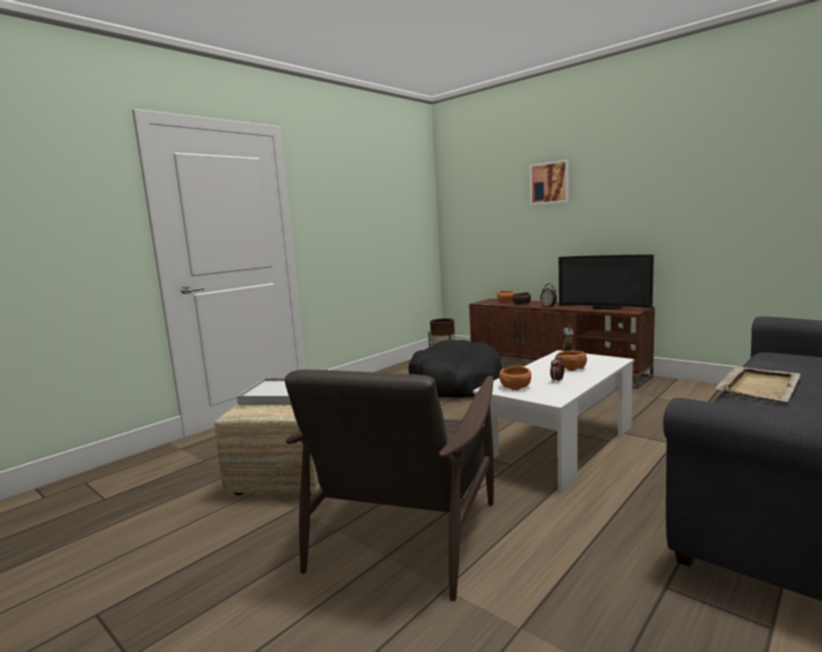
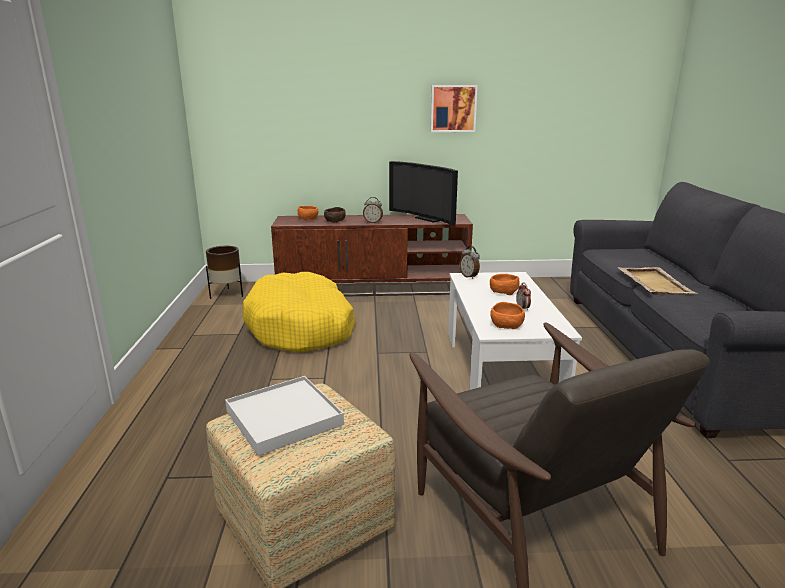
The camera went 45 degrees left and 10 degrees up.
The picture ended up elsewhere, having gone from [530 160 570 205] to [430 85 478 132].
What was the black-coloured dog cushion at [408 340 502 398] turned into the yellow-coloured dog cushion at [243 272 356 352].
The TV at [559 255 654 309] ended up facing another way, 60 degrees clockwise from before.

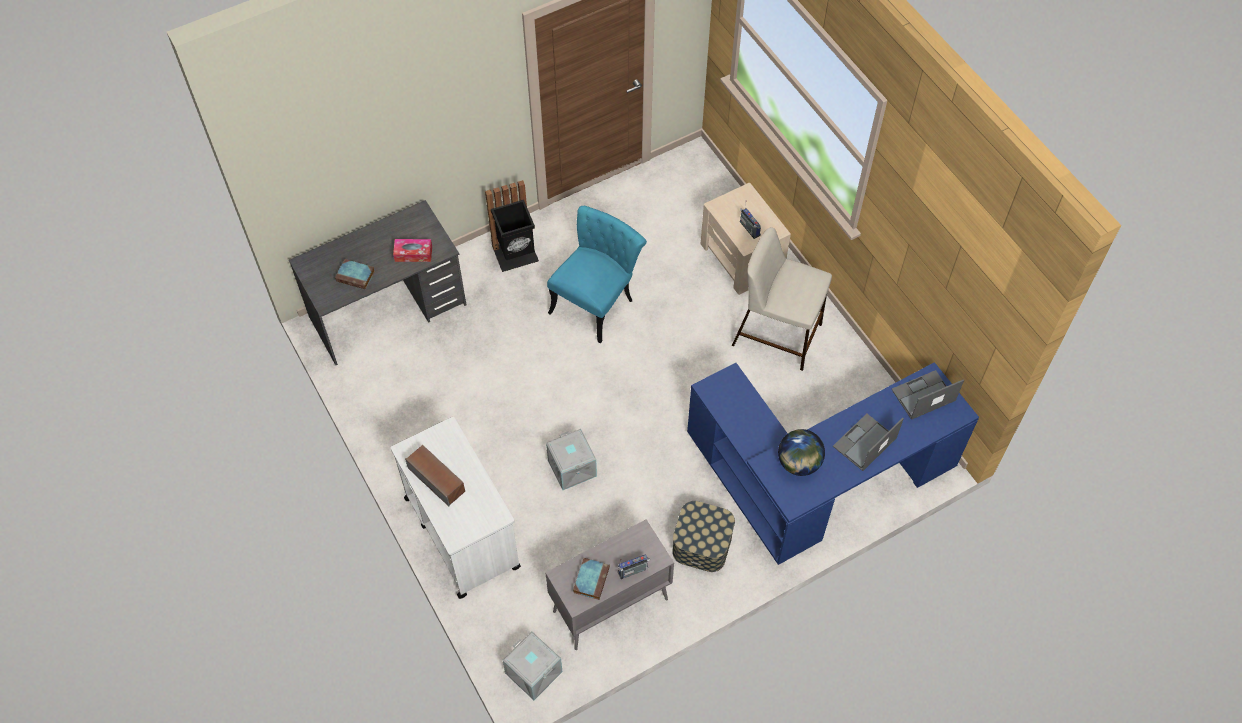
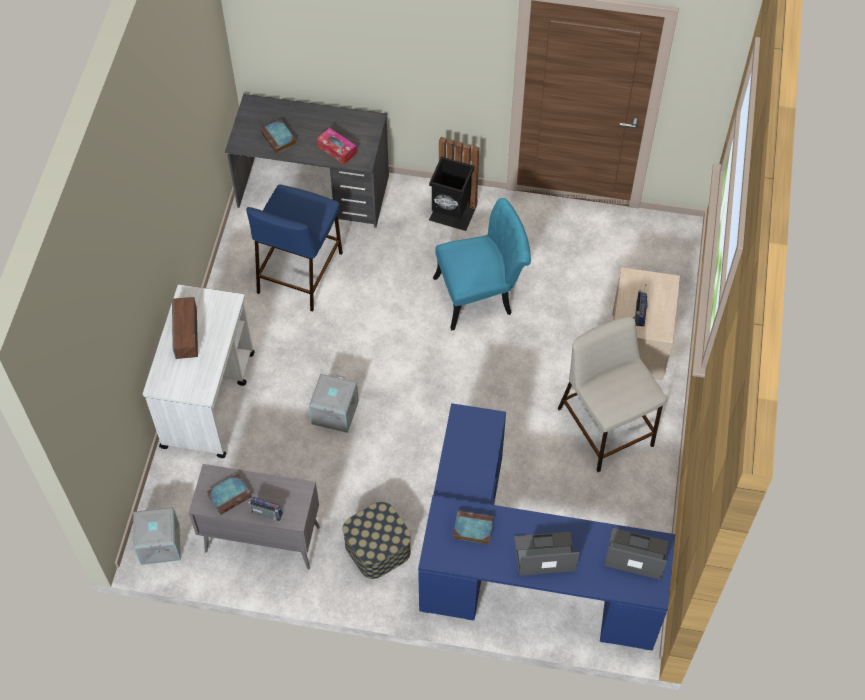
The camera went 40 degrees right and 0 degrees up.
The second view gained the blue stool seat at [246 185 343 312].
Where the globe stood at [778 429 825 476], the bound book came to stand at [453 510 494 544].

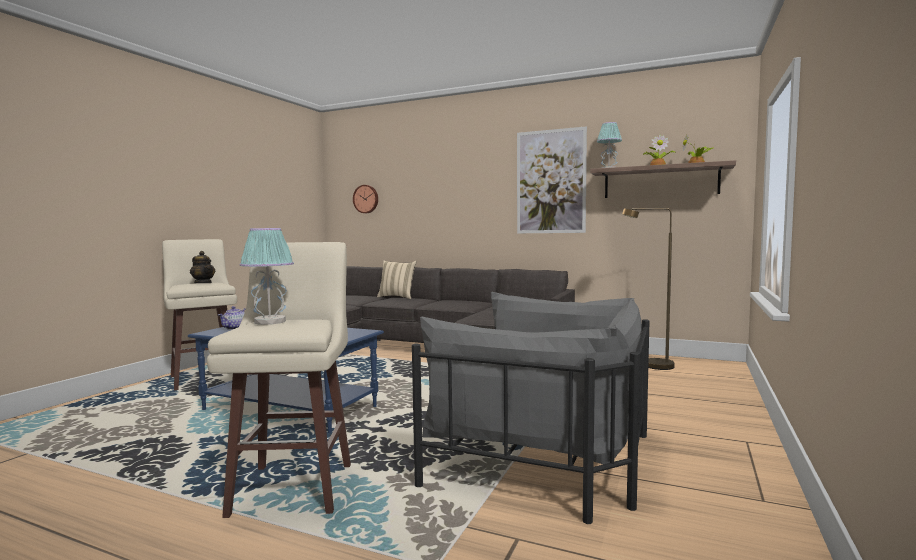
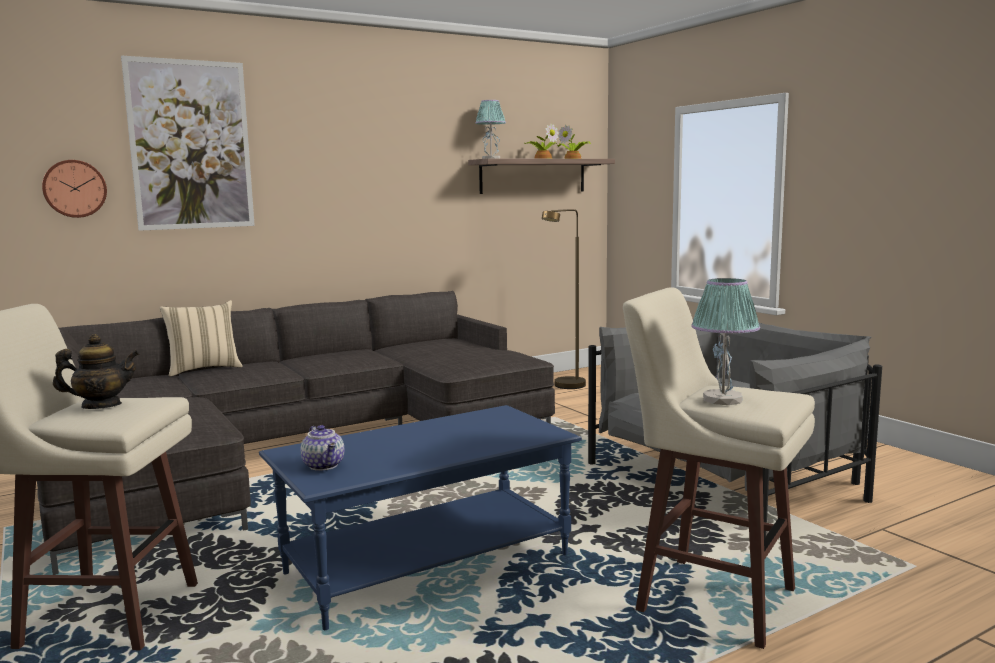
The camera went 55 degrees left and 5 degrees up.
The picture ended up elsewhere, having gone from [517 126 587 233] to [121 56 255 231].

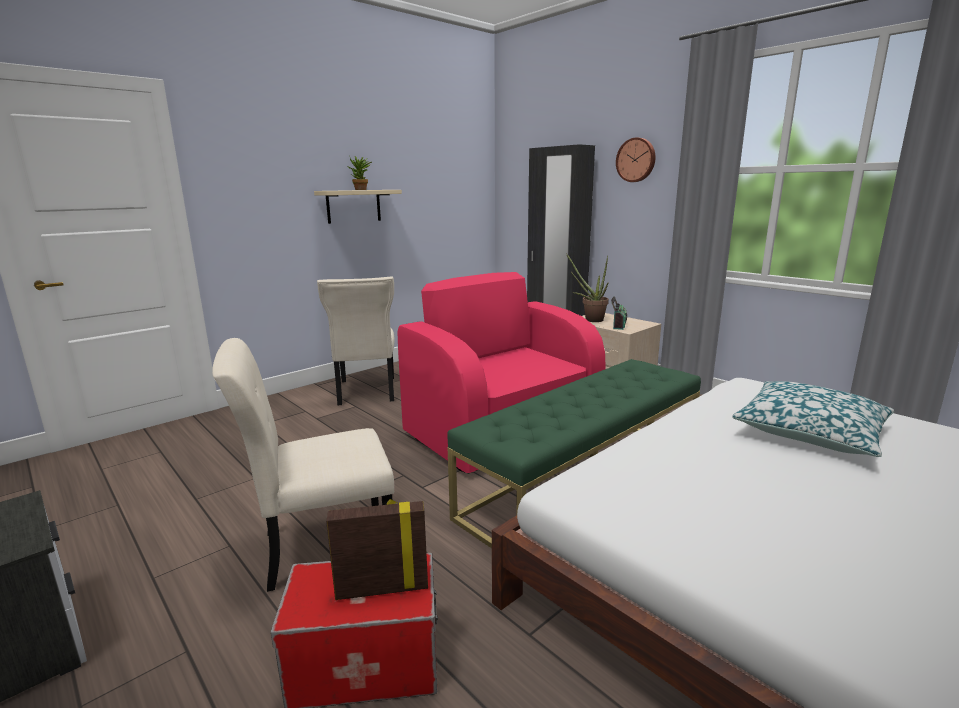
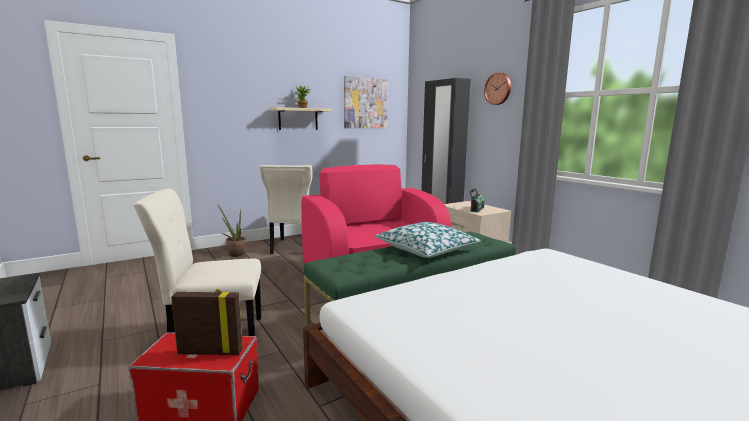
The camera went 10 degrees right and 5 degrees down.
The second view gained the picture at [344 76 388 128].
The potted plant ended up elsewhere, having gone from [566 253 609 322] to [218 205 246 257].
The throw pillow ended up elsewhere, having gone from [732 381 894 457] to [375 222 481 258].

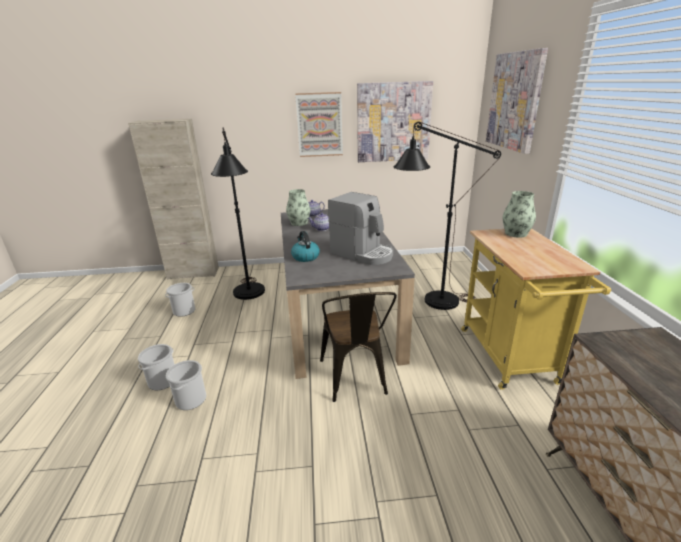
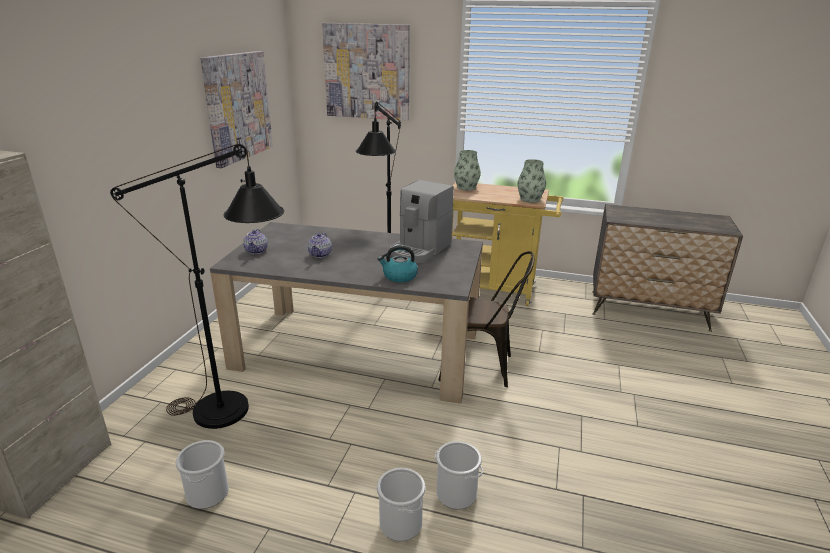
The camera went 70 degrees left and 0 degrees up.
The second view lost the picture at [295 92 343 157].
The flower vase ended up elsewhere, having gone from [286 189 310 226] to [517 159 546 202].
The coffee brewer at [328 192 393 265] ended up facing another way, 150 degrees clockwise from before.

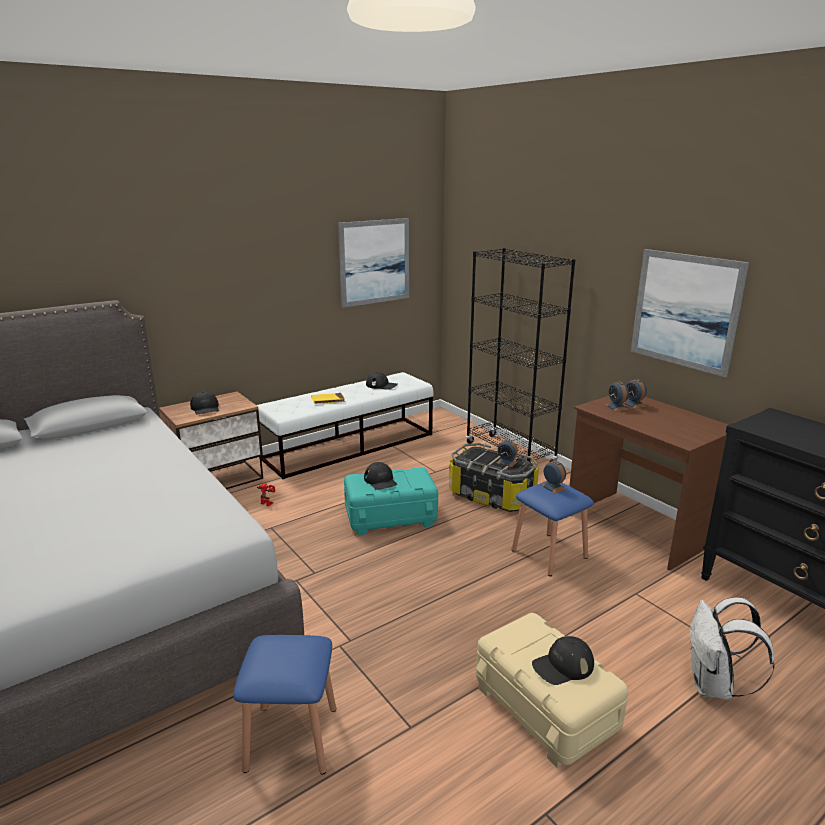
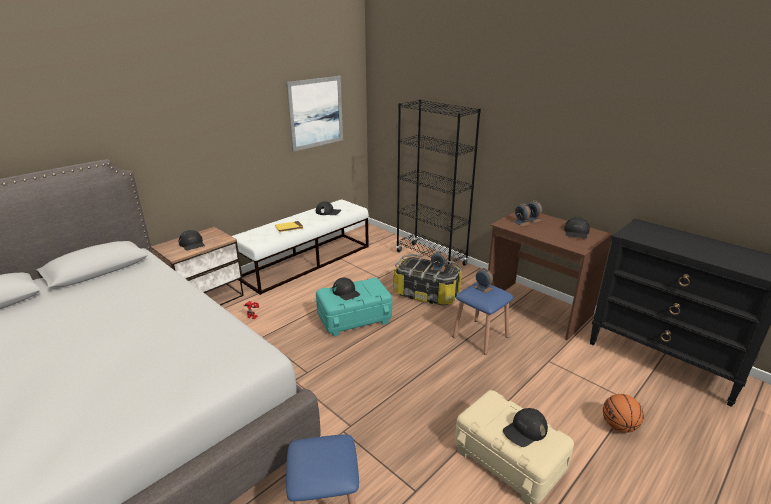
The camera went 10 degrees left and 5 degrees up.
The second view lost the picture at [631 249 749 377].
The second view gained the black-coloured peaked cap at [564 217 590 239].
Where the whitish backpack stood at [690 597 775 700], the basketball came to stand at [603 394 644 433].

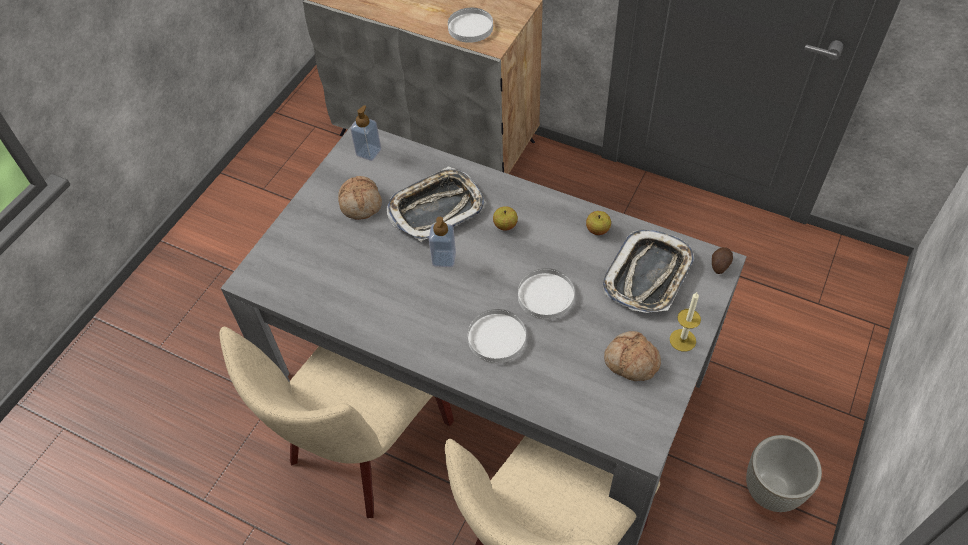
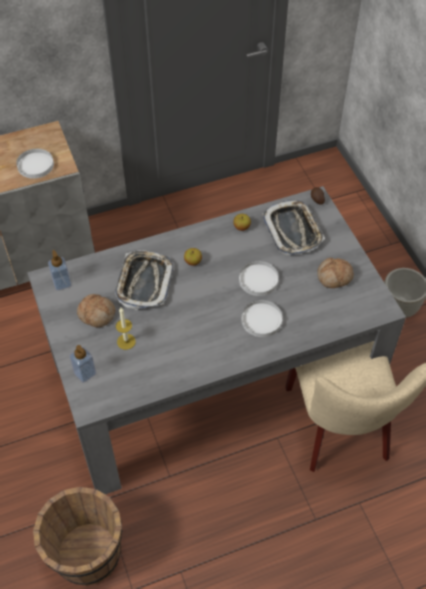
The camera went 50 degrees left and 0 degrees up.
The second view lost the beige-coloured chair at [219 327 454 518].
The second view gained the brownish bucket at [33 487 123 586].
The liquid soap bottle ended up elsewhere, having gone from [429 217 456 267] to [70 345 96 383].
The wax light ended up elsewhere, having gone from [670 292 701 352] to [116 308 136 350].

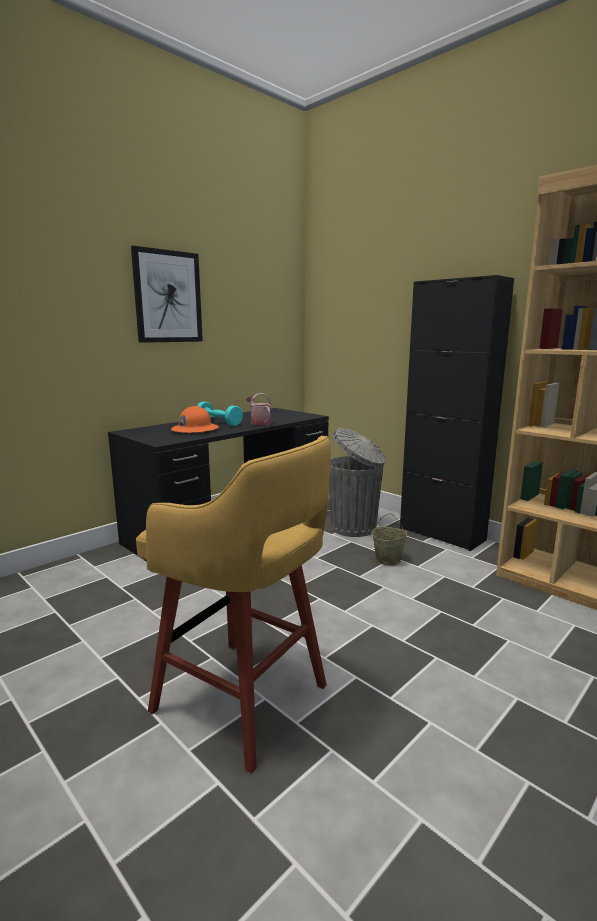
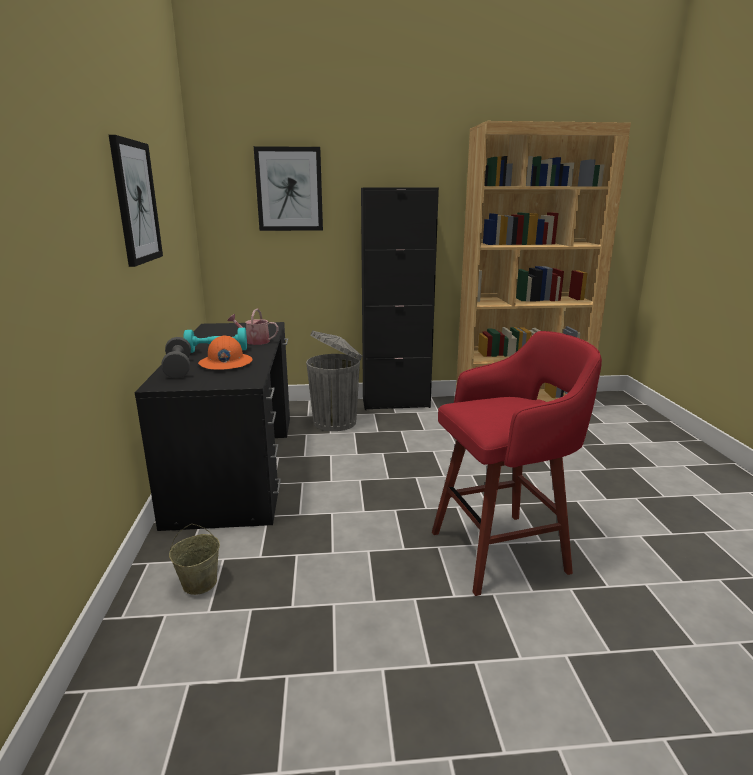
The camera went 50 degrees left and 5 degrees up.
The second view gained the gray hand weight at [161 337 191 379].
The second view gained the picture at [254 146 323 231].
The beige-coloured bucket ended up elsewhere, having gone from [372 513 407 566] to [169 524 220 595].
What was the yellow-coloured stool seat at [136 436 331 773] turned into the red stool seat at [432 331 602 596].

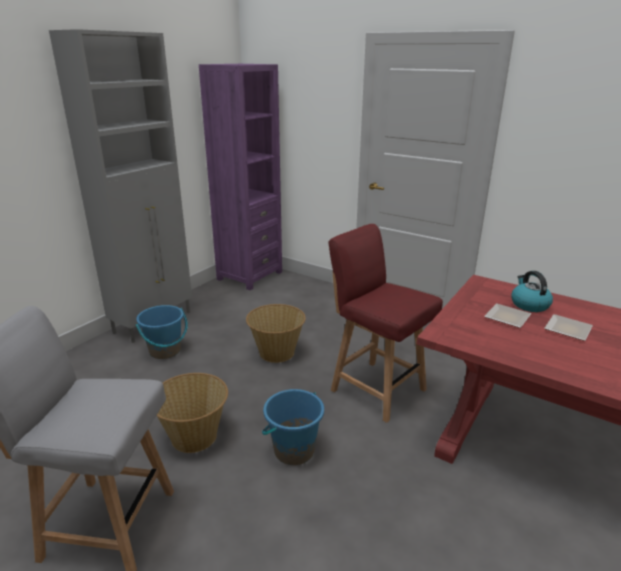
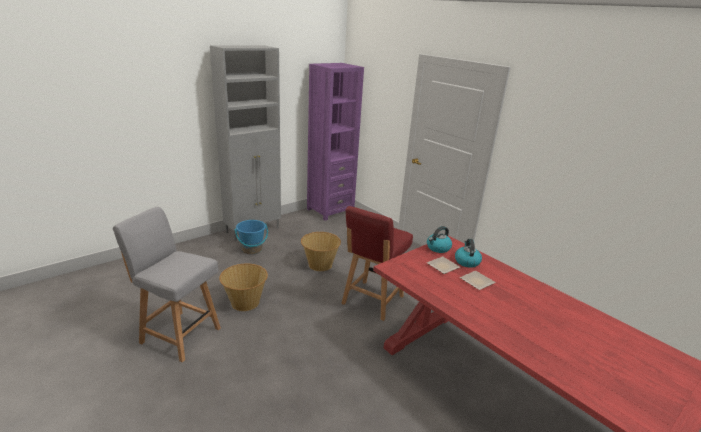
The camera went 15 degrees right and 0 degrees up.
The second view lost the blue bucket at [262 389 324 465].
The second view gained the tea kettle at [427 226 452 253].
The red chair at [328 224 443 423] ended up facing another way, 120 degrees counterclockwise from before.

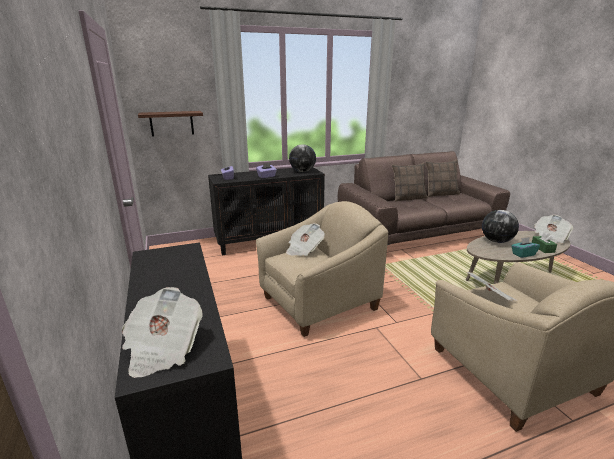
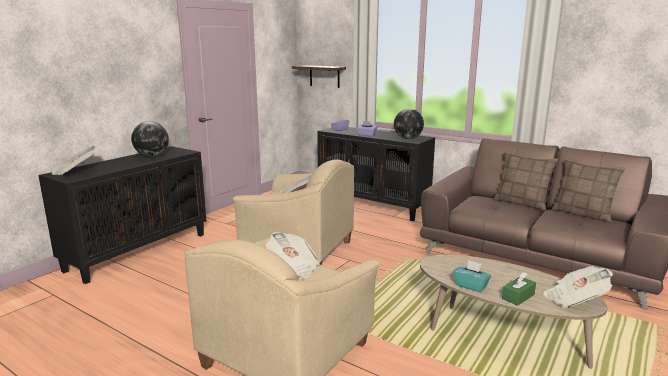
The camera went 55 degrees right and 5 degrees down.
The globe ended up elsewhere, having gone from [482 210 519 243] to [131 121 169 157].

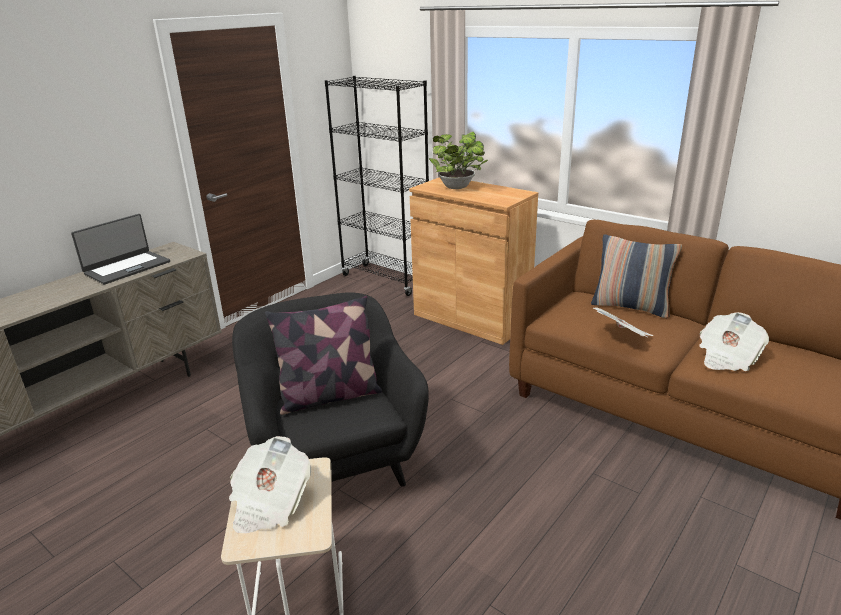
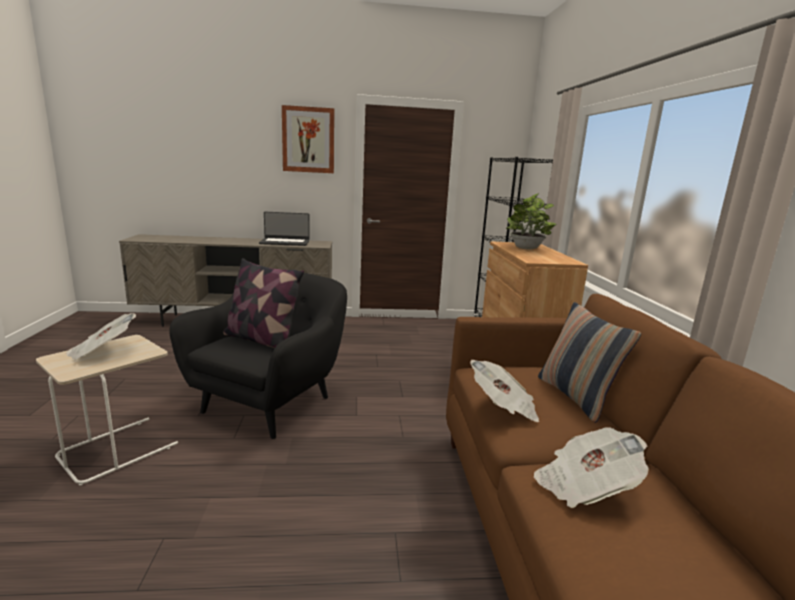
The camera went 45 degrees right and 10 degrees down.
The second view gained the picture at [282 105 334 173].

